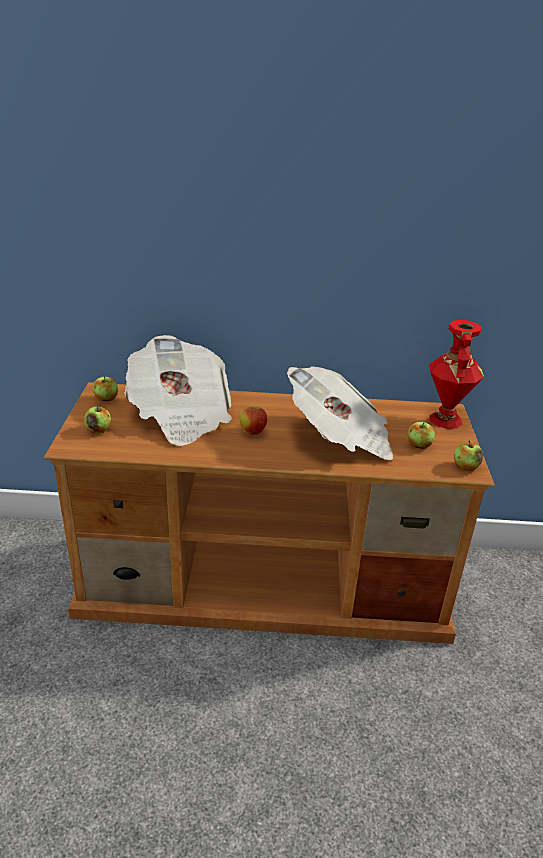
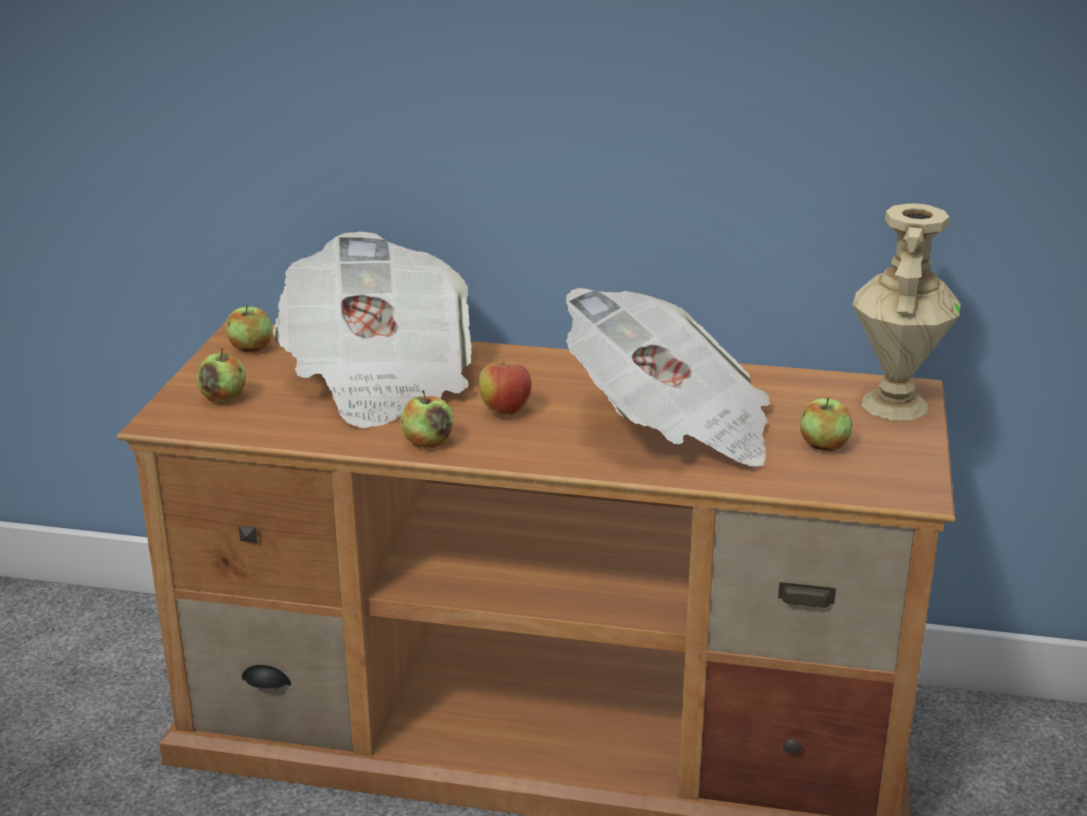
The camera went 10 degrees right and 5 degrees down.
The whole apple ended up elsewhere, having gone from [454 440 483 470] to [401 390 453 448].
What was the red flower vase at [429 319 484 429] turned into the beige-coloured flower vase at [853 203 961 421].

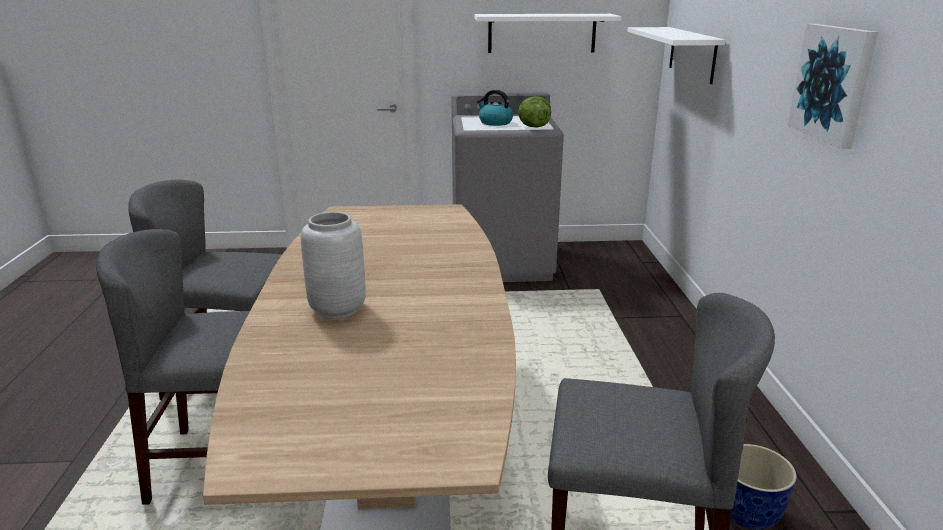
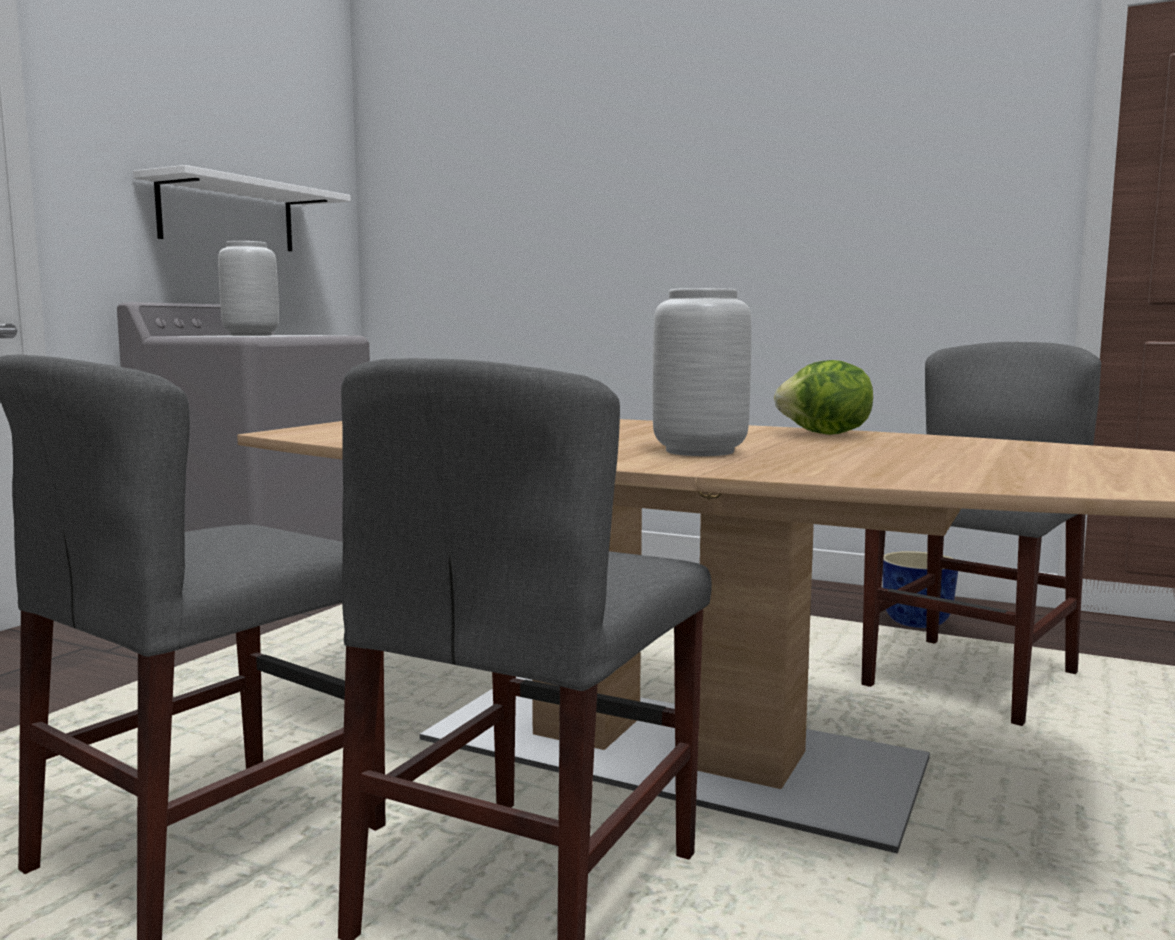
The camera went 60 degrees left and 15 degrees down.
The second view lost the whitish wall shelf at [627 27 725 84].
The second view lost the picture at [787 24 878 149].
The lettuce head ended up elsewhere, having gone from [518 96 551 127] to [774 360 873 435].
Where the tea kettle stood at [477 90 513 126], the gray flower vase came to stand at [218 241 279 336].

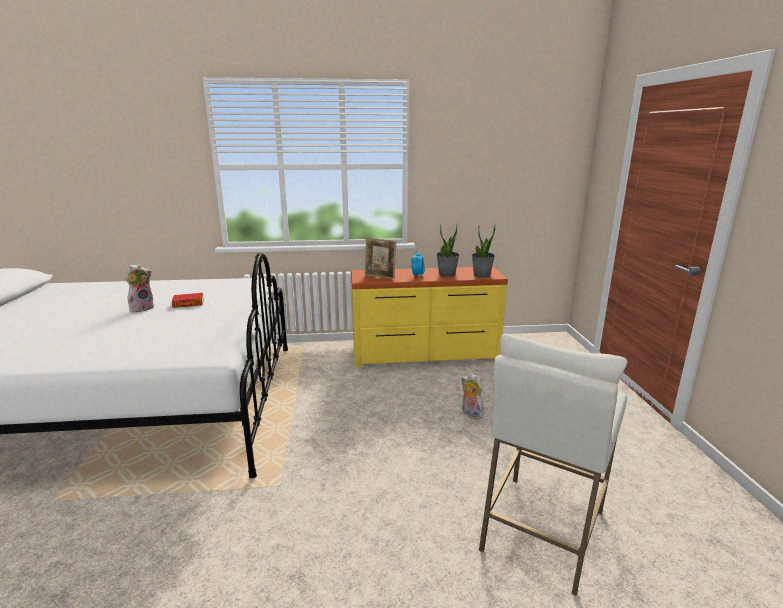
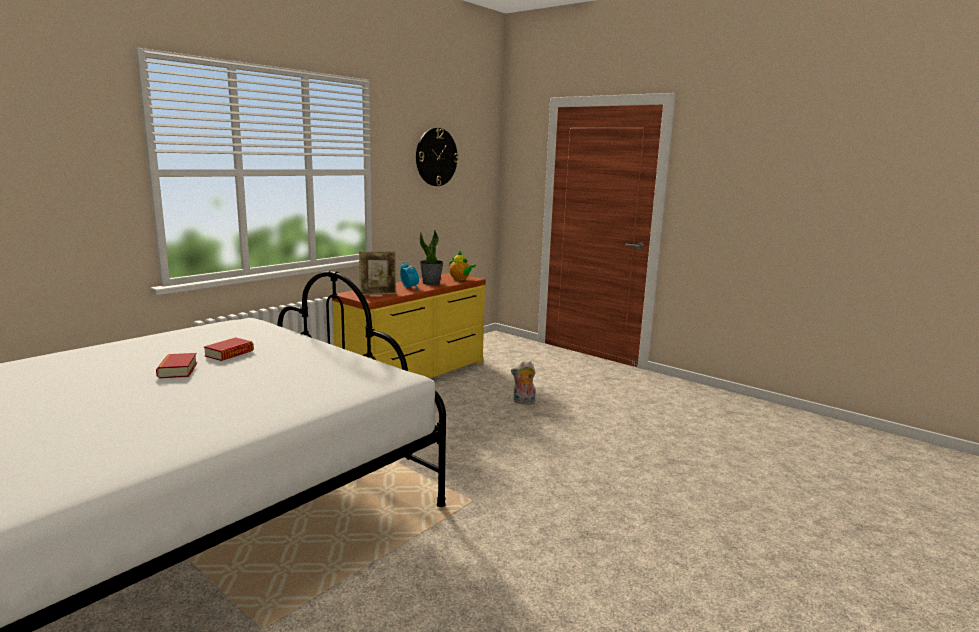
The camera went 45 degrees left and 5 degrees down.
The second view lost the whitish stool seat at [479 334 628 596].
The second view gained the clock on the wall at [416 128 459 186].
Where the soft toy stood at [125 263 154 312], the bound book came to stand at [156 353 197 378].
Where the potted plant stood at [472 225 495 278], the teapot came to stand at [449 251 476 281].

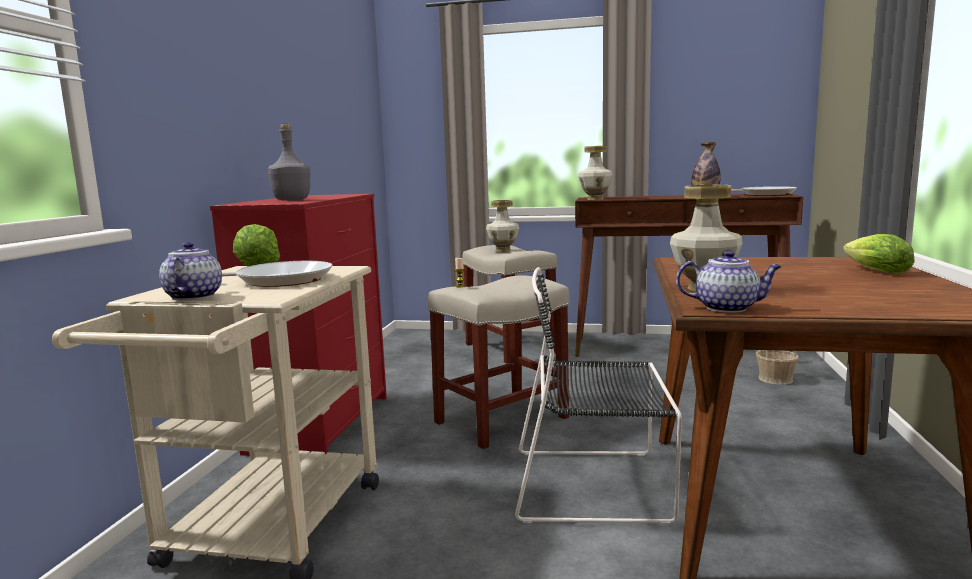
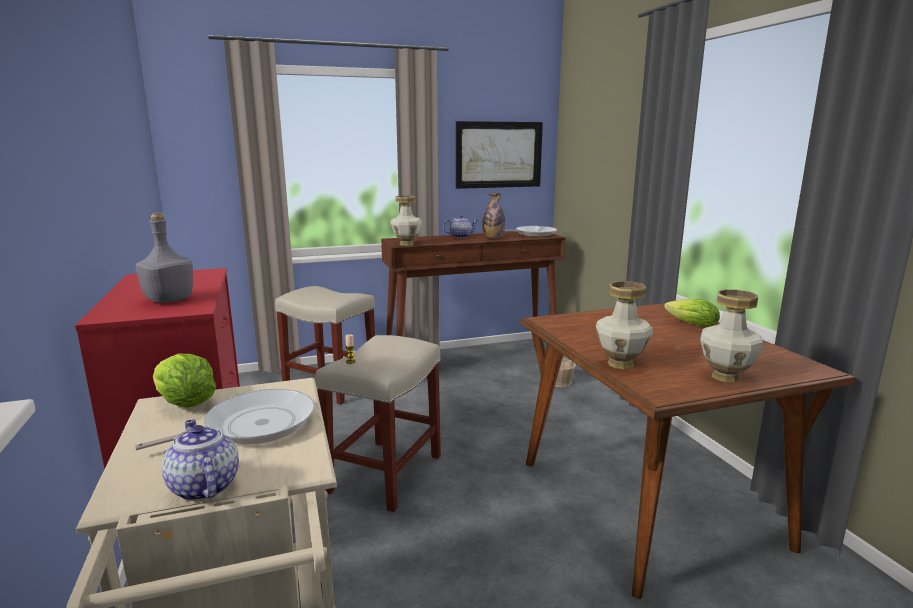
The camera went 30 degrees left and 5 degrees up.
The second view lost the black-coloured chair at [515 267 682 525].
The second view gained the picture at [456 121 543 189].
The flower vase ended up elsewhere, having gone from [486 200 519 252] to [700 289 763 383].
The teapot ended up elsewhere, having gone from [676 250 782 313] to [443 215 478 238].

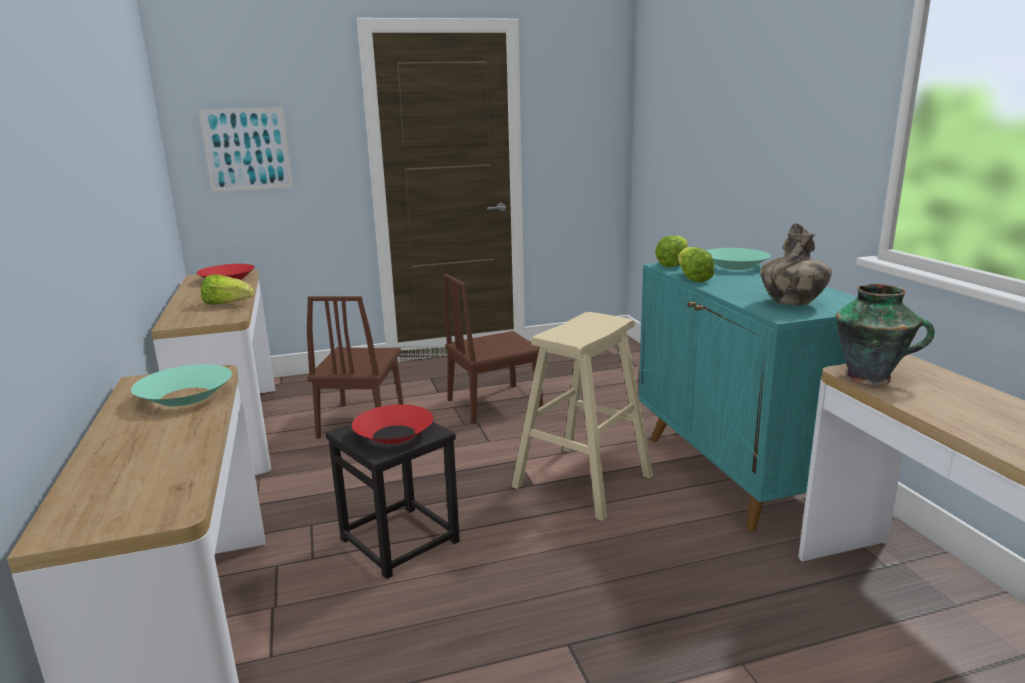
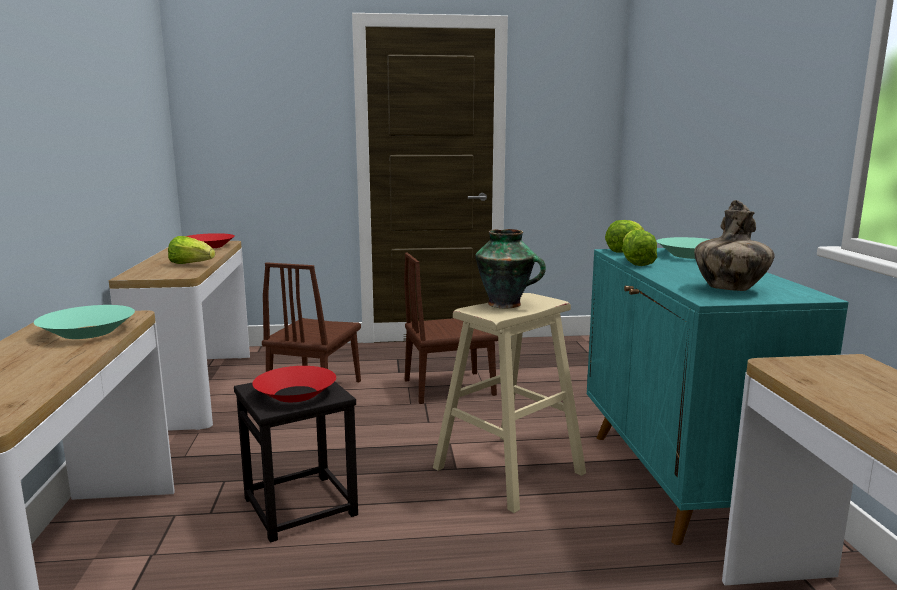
The camera went 10 degrees right and 5 degrees down.
The second view lost the picture at [199 107 293 192].
The flower vase ended up elsewhere, having gone from [836 284 935 385] to [475 229 546 308].

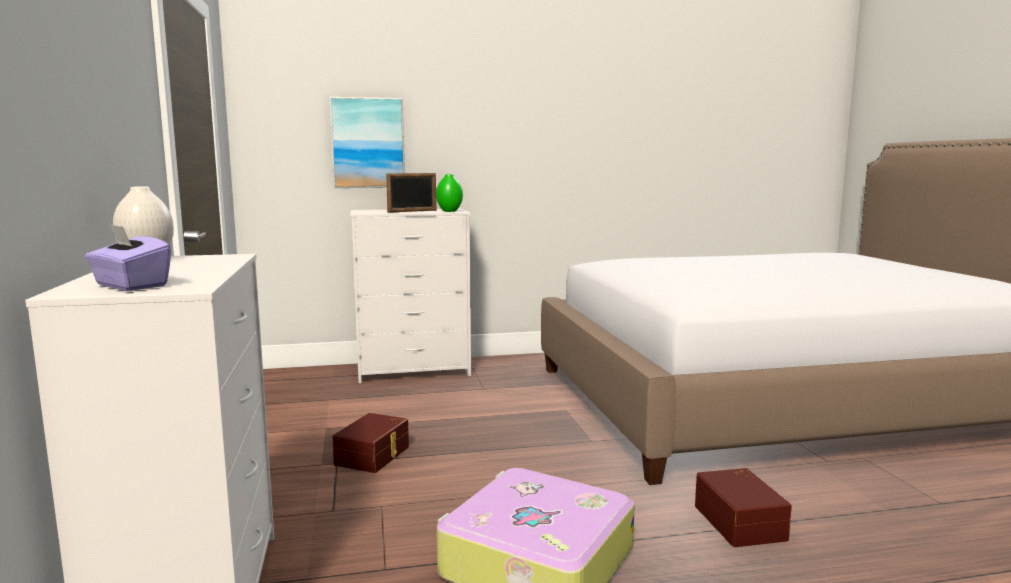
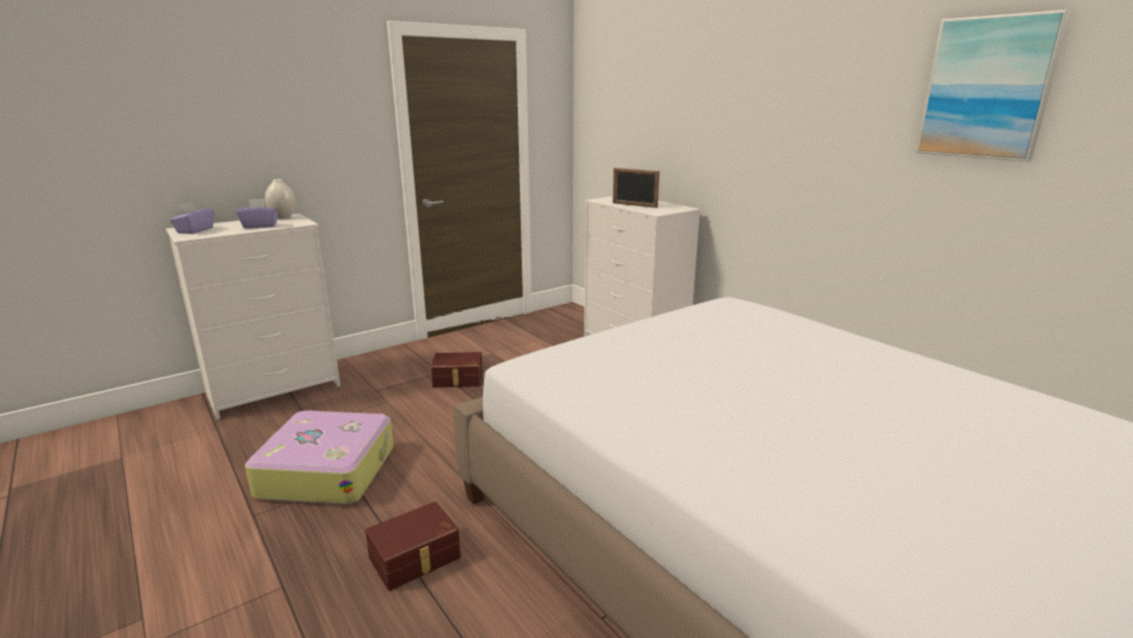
The camera went 65 degrees right and 10 degrees up.
The second view lost the green flower vase at [436 174 463 212].
The second view gained the purple box of tissues at [236 198 278 228].
The picture ended up elsewhere, having gone from [329 97 405 188] to [916 10 1071 162].

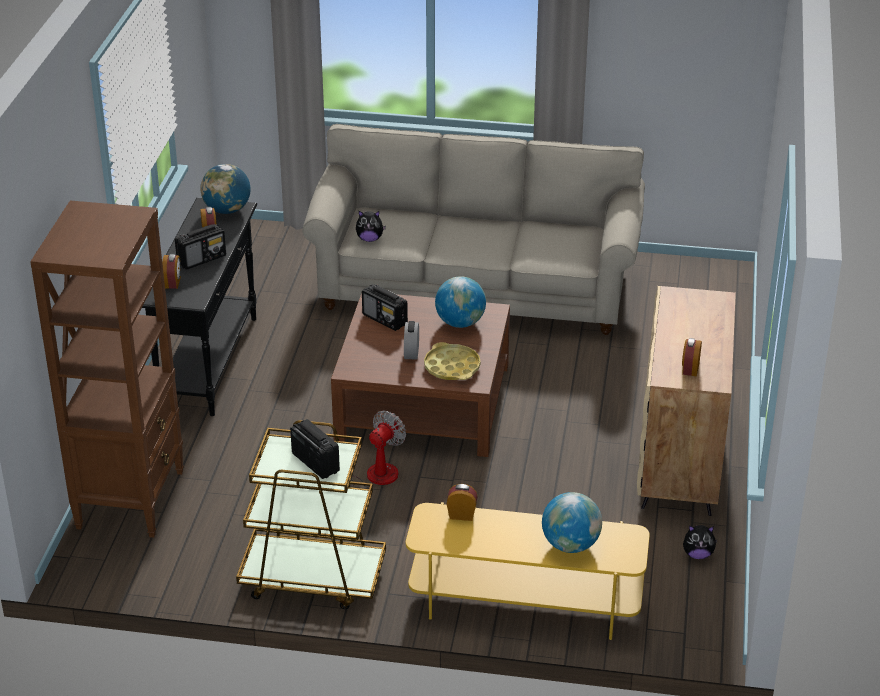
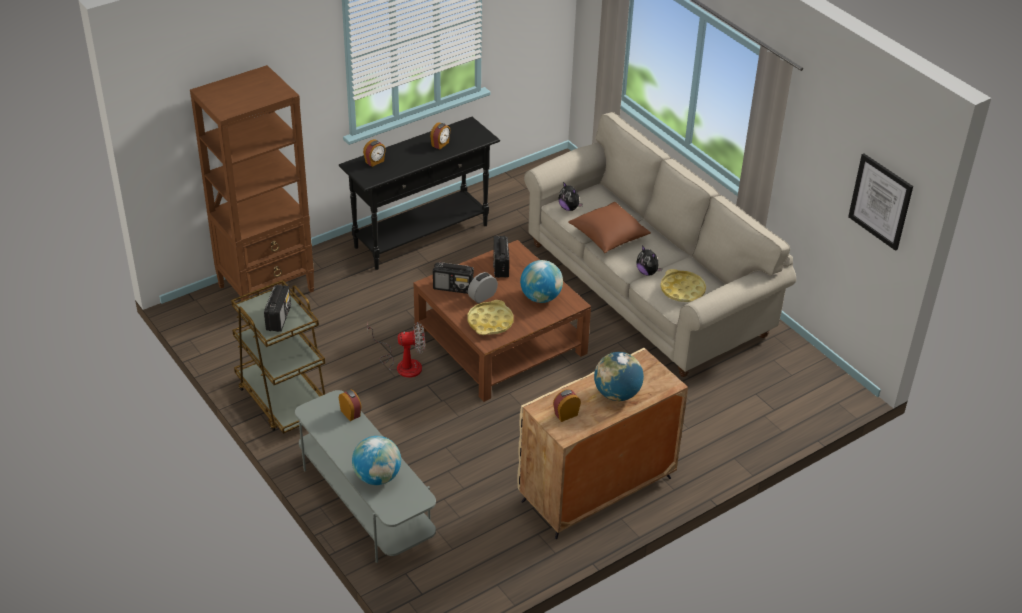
The camera went 45 degrees right and 5 degrees up.
The second view gained the brownish throw pillow at [568 202 651 253].
The second view gained the yellow-coloured serving tray at [660 269 706 302].
The second view gained the picture at [848 154 913 251].
The radio ended up elsewhere, having gone from [175 224 226 270] to [433 262 474 294].
The globe ended up elsewhere, having gone from [200 164 251 214] to [594 352 644 401].
The soft toy ended up elsewhere, having gone from [683 525 718 559] to [636 246 662 276].
What was the yellow-coloured tv unit at [406 502 650 640] turned into the gray tv unit at [295 390 436 563].

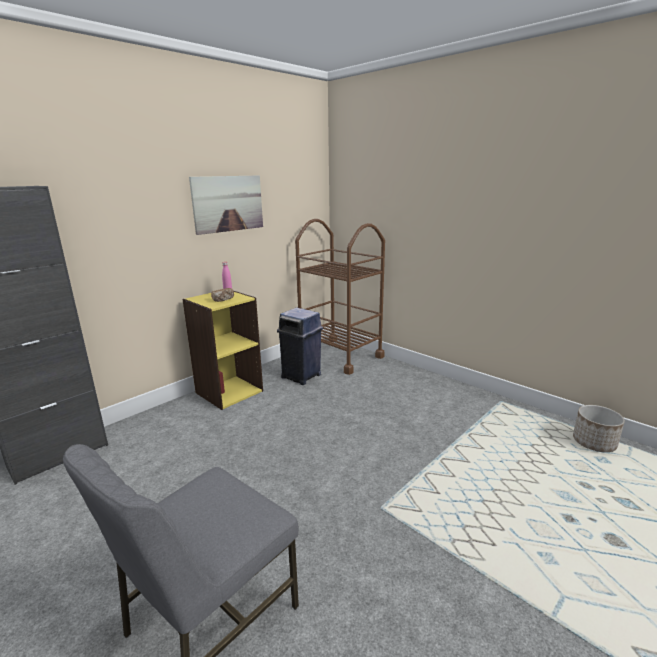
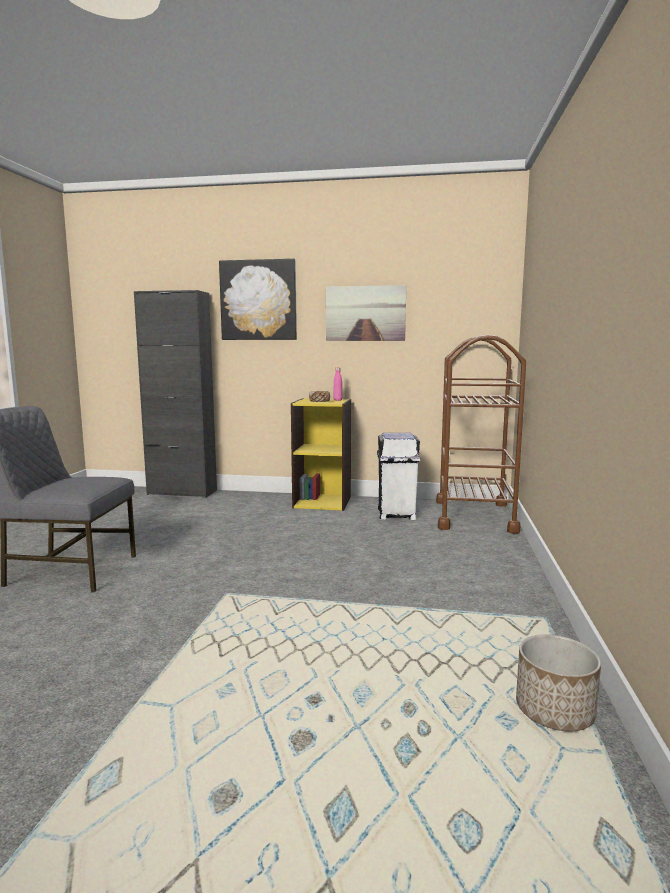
The camera went 55 degrees right and 10 degrees down.
The second view gained the picture at [219 259 297 340].
What was the blue rubbish bin at [277 308 323 385] turned into the whitish rubbish bin at [377 433 421 520].

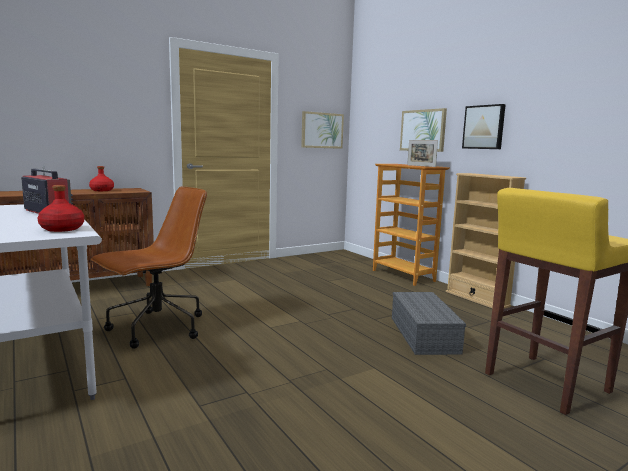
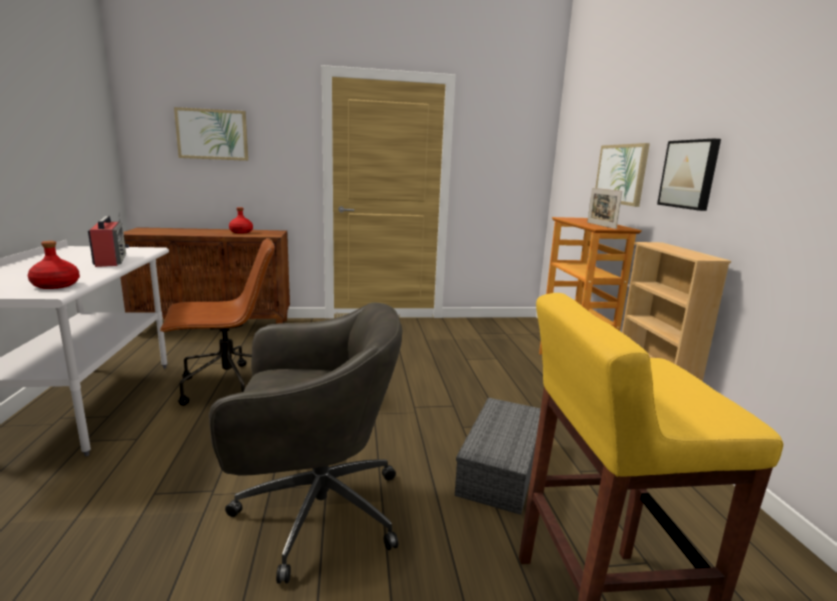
The camera went 25 degrees right and 5 degrees up.
The second view gained the gray computer chair at [209 302 402 584].
The picture ended up elsewhere, having gone from [301 111 344 149] to [174 107 248 161].

